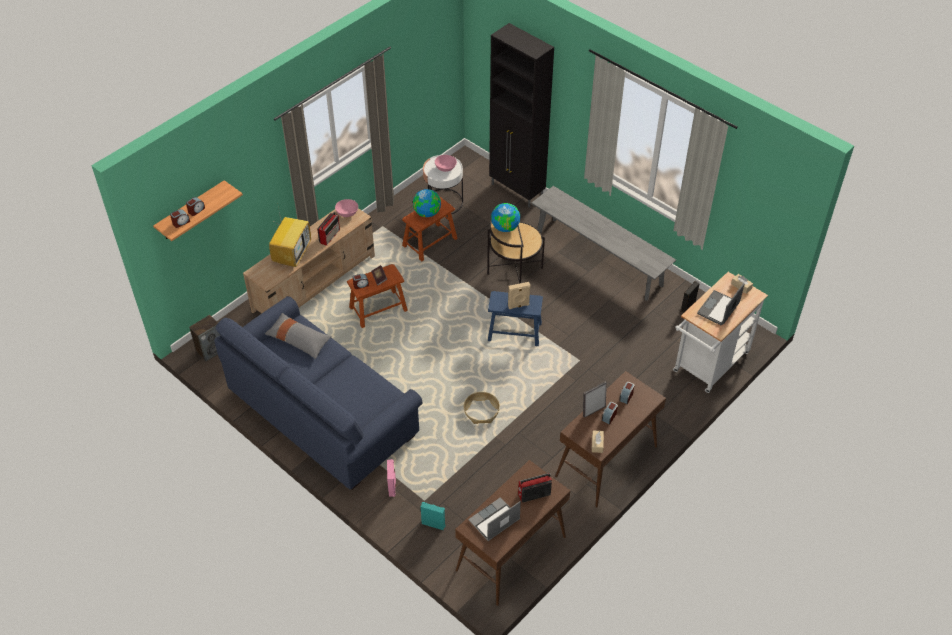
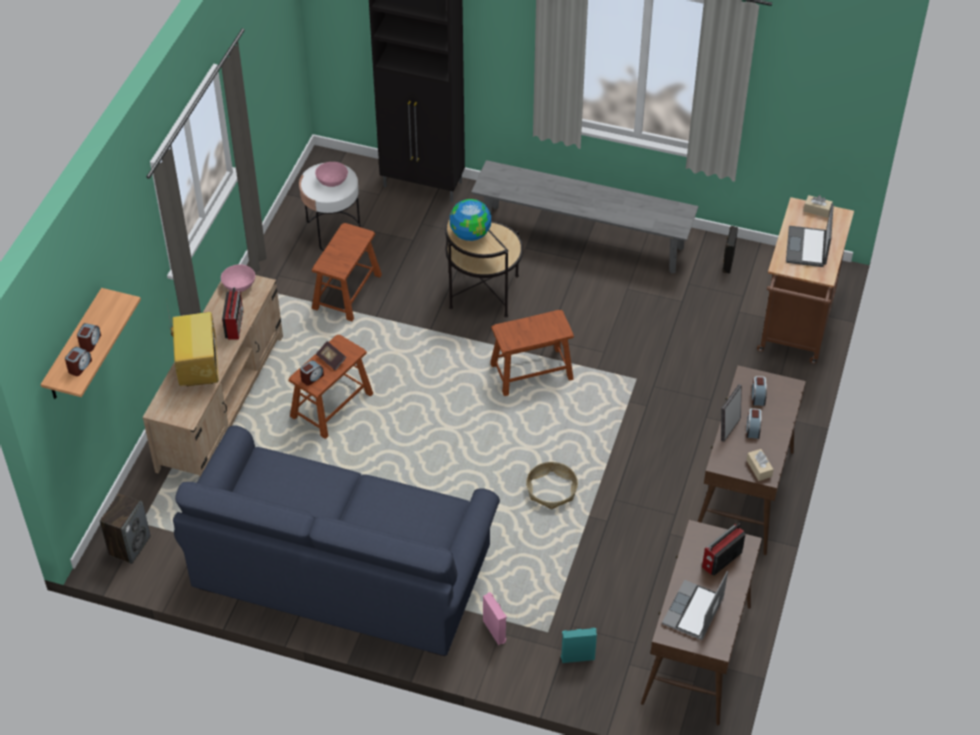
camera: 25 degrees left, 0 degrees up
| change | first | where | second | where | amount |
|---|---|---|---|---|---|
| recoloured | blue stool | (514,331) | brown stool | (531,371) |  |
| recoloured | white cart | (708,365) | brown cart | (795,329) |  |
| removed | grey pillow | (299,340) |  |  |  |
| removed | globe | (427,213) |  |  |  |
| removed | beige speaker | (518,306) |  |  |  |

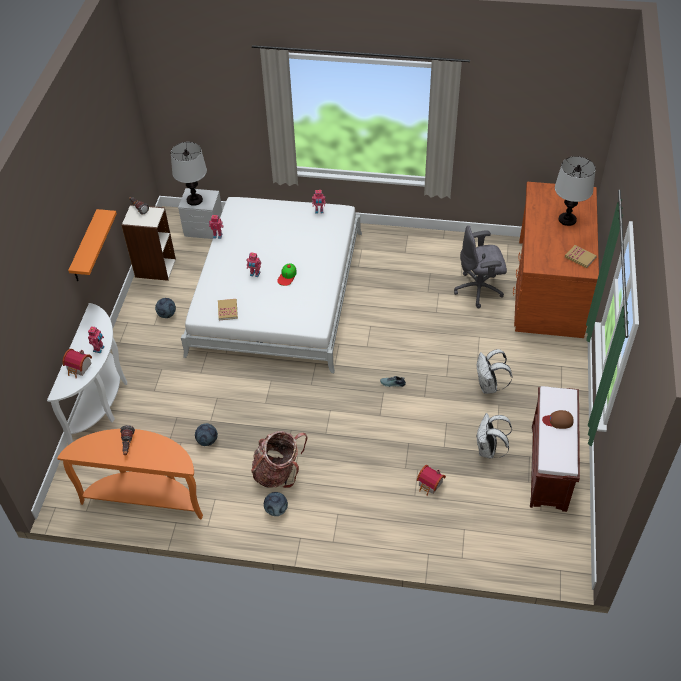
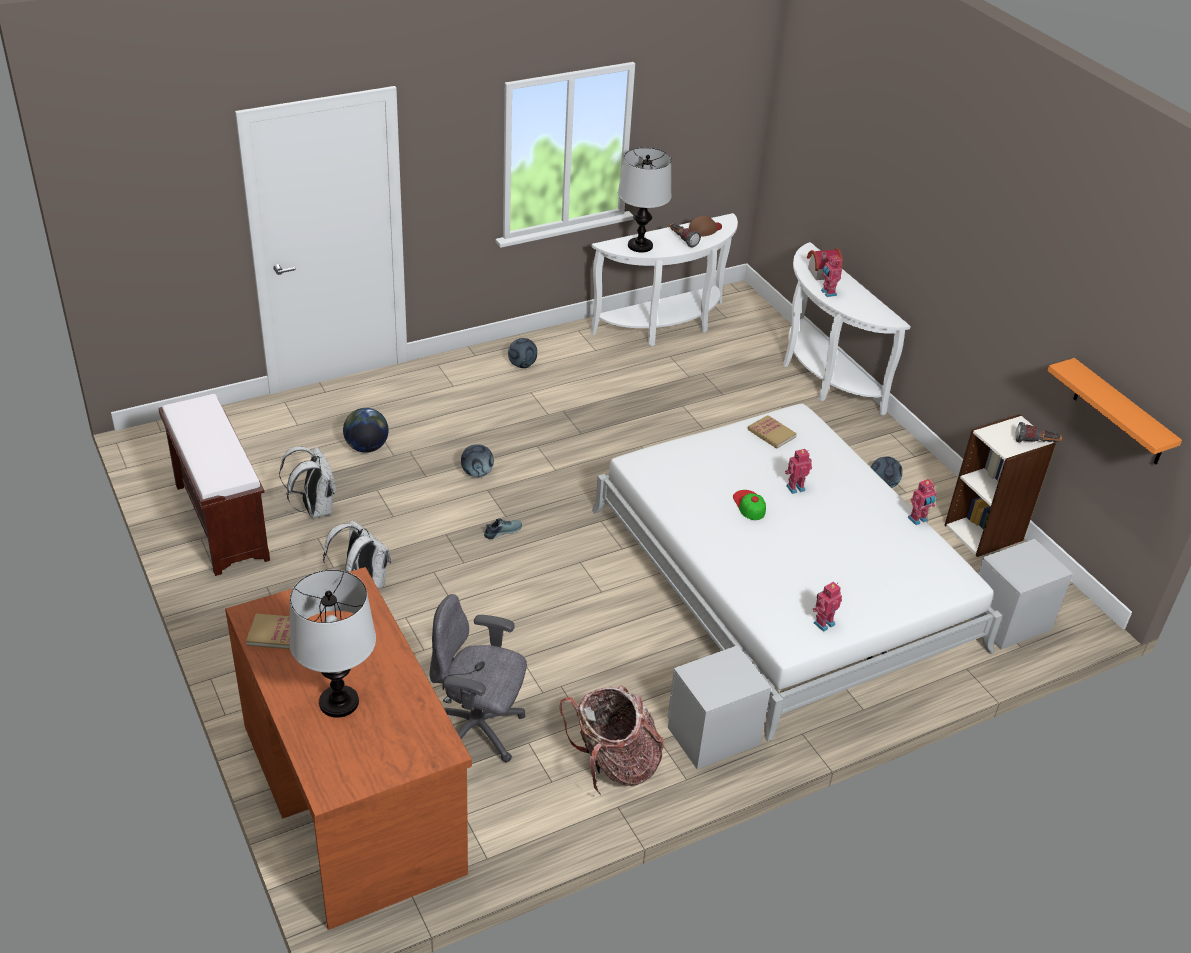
camera: 140 degrees right, 10 degrees down
| change | first | where | second | where | amount |
|---|---|---|---|---|---|
| replaced | toy house | (430,485) | globe | (366,447) |  |
| turned | grey office chair | (479,290) |  | (477,731) | 120 degrees counterclockwise |
| moved | football | (207,441) |  | (477,473) |  |
| moved | backpack | (278,472) |  | (614,765) |  |
| recoloured | orange console table | (145,497) | white console table | (666,327) |  |
| moved | table lamp | (194,200) |  | (640,246) |  |
| added |  |  | grey nightstand | (713,735) |  |
| moved | brown cap | (558,421) |  | (705,229) |  |
| moved | orange shelf | (85,247) |  | (1120,414) |  |

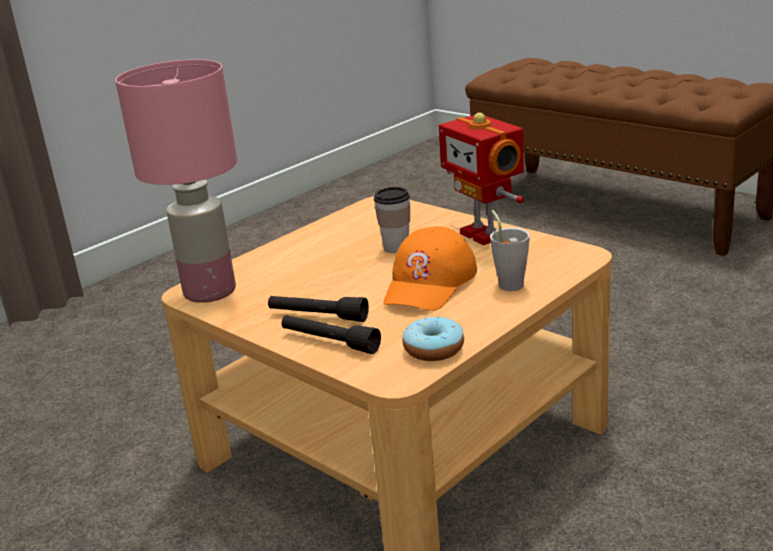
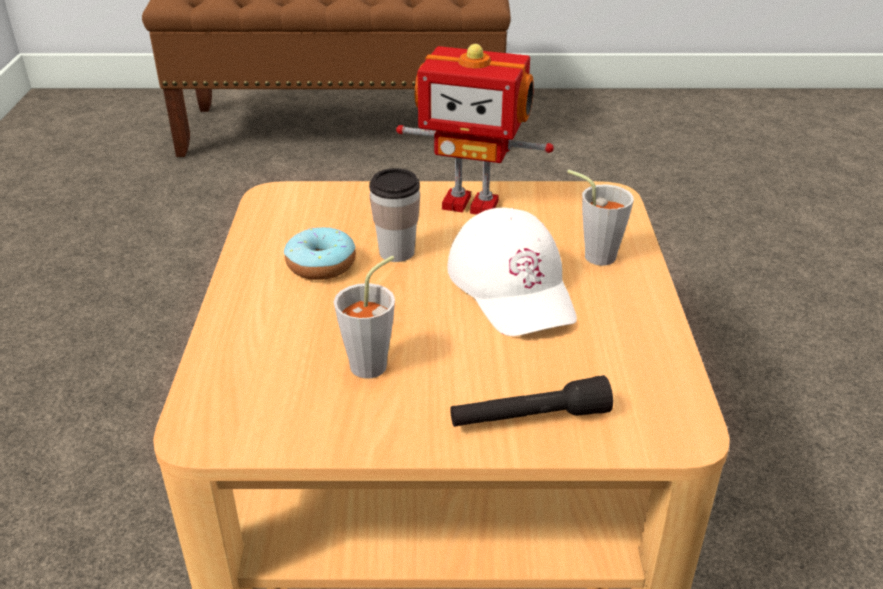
camera: 45 degrees left, 10 degrees up
| change | first | where | second | where | amount |
|---|---|---|---|---|---|
| moved | donut | (433,349) |  | (321,265) |  |
| added |  |  | grey cup | (375,362) |  |
| recoloured | orange cap | (430,283) | white cap | (513,286) |  |
| removed | pink table lamp | (208,292) |  |  |  |
| removed | black flashlight | (318,316) |  |  |  |

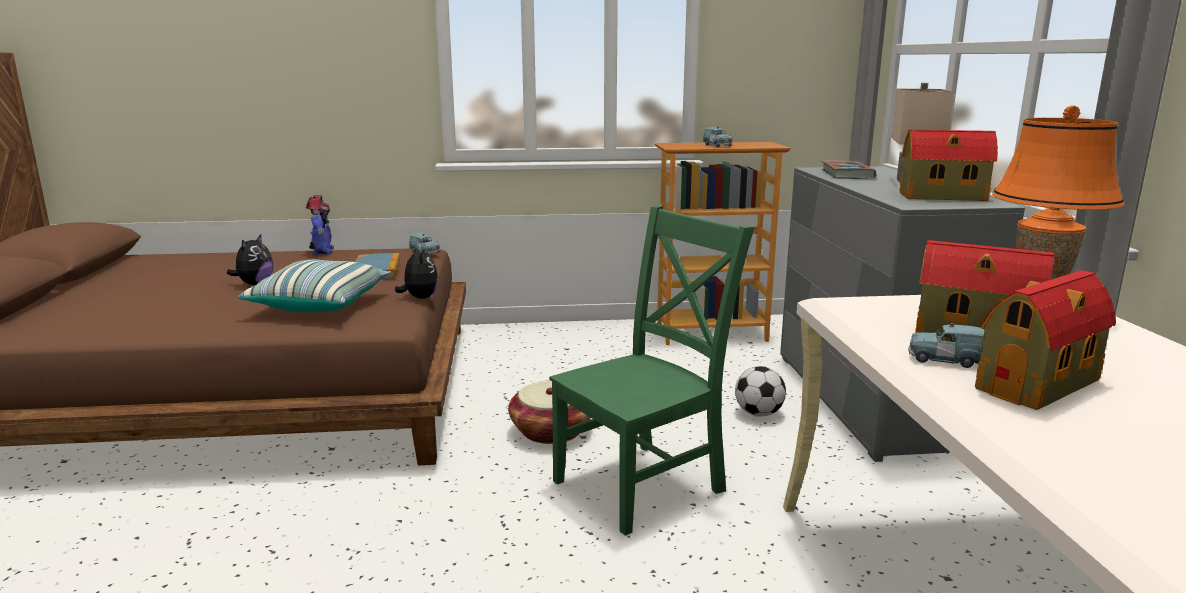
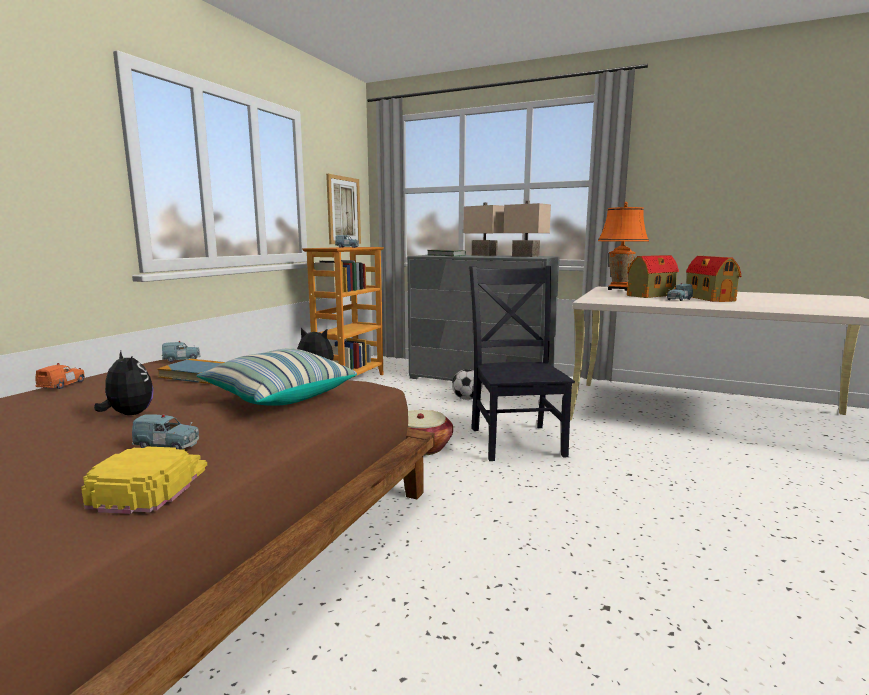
camera: 60 degrees left, 5 degrees down
| change | first | where | second | where | amount |
|---|---|---|---|---|---|
| replaced | toy robot | (322,252) | orange toy car | (62,385) |  |
| added |  |  | yellow cap | (151,484) |  |
| added |  |  | blue toy car | (168,446) |  |
| added |  |  | picture | (343,210) |  |
| recoloured | green chair | (644,484) | black chair | (516,440) |  |
| replaced | toy house | (940,196) | beige table lamp | (524,256) |  |

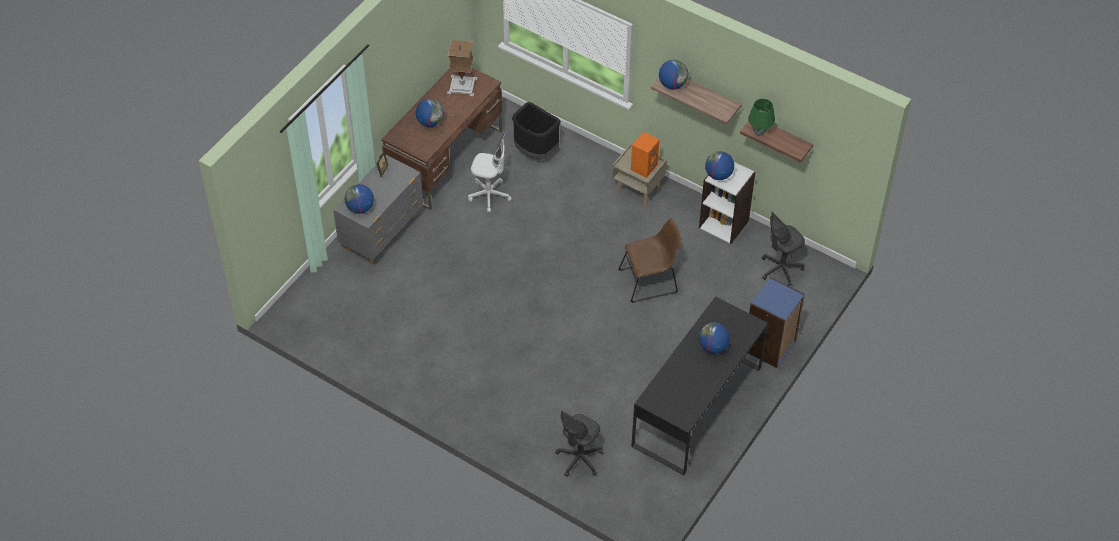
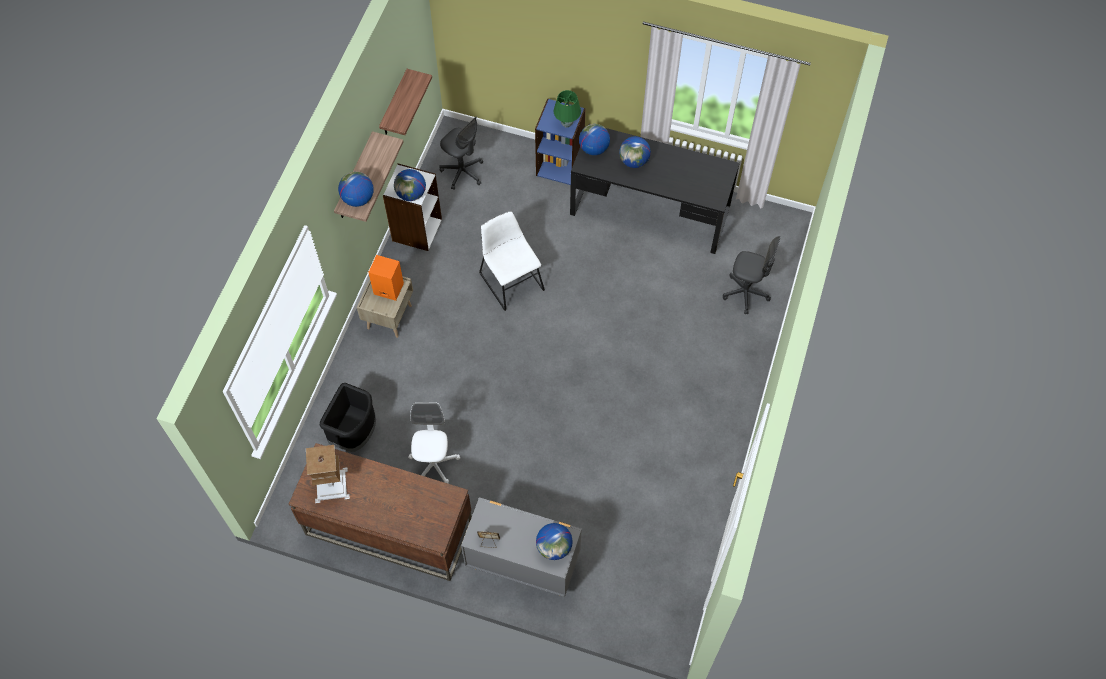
camera: 105 degrees left, 10 degrees up
| change | first | where | second | where | amount |
|---|---|---|---|---|---|
| recoloured | brown chair | (650,281) | white chair | (510,279) |  |
| moved | green table lamp | (759,133) |  | (567,124) |  |
| moved | globe | (430,122) |  | (593,149) |  |

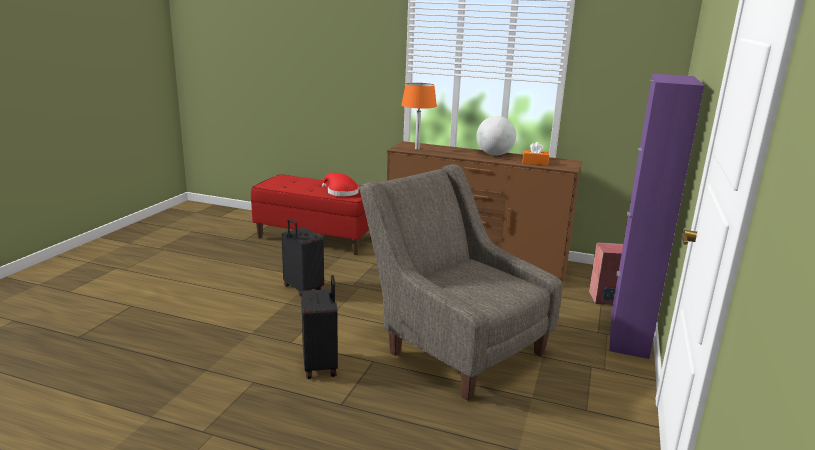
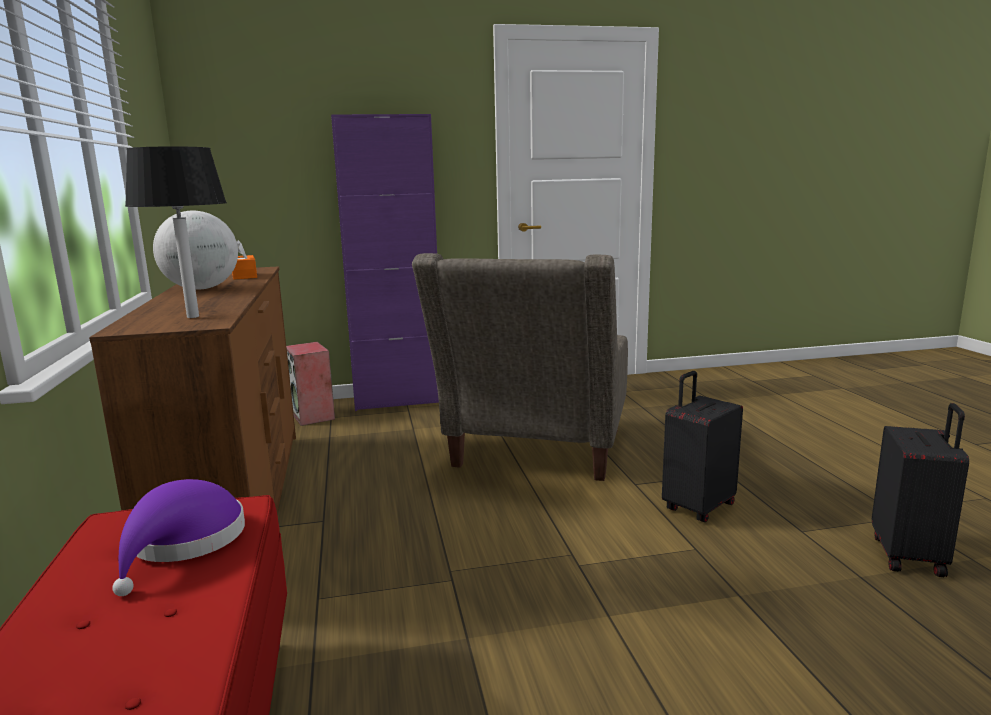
camera: 120 degrees left, 5 degrees down
| change | first | where | second | where | amount |
|---|---|---|---|---|---|
| recoloured | red hat | (340,192) | purple hat | (184,543) |  |
| recoloured | orange table lamp | (417,149) | black table lamp | (192,317) |  |
| moved | black suitcase | (302,289) |  | (910,556) |  |

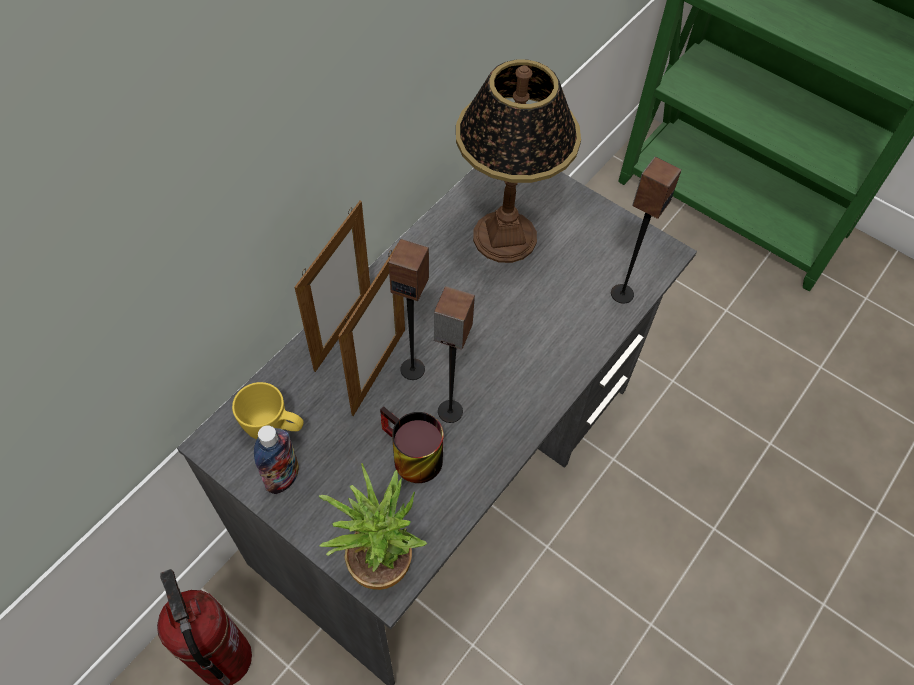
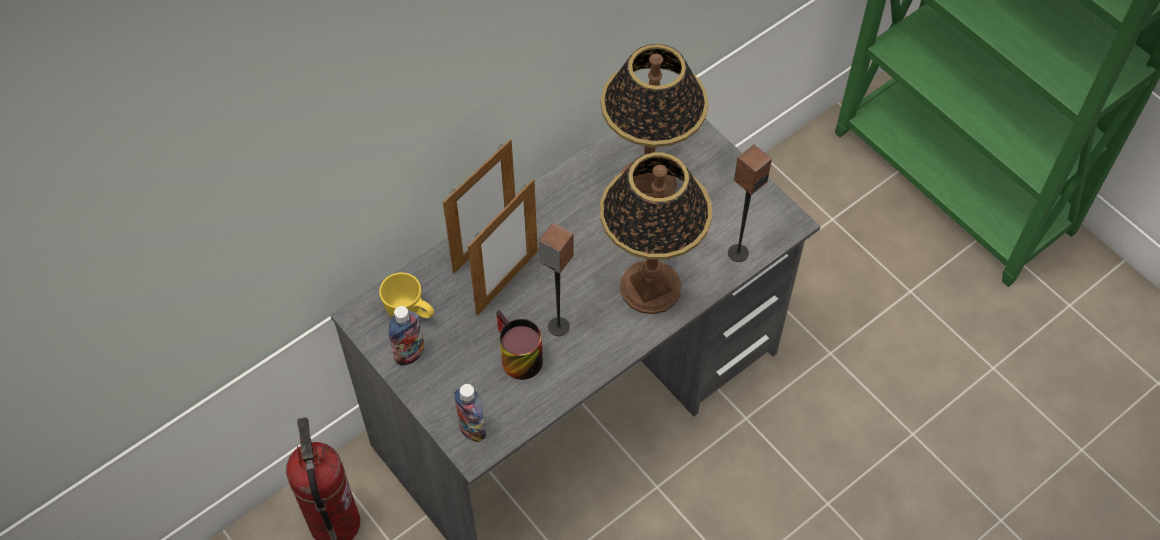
camera: 15 degrees right, 0 degrees up
| change | first | where | second | where | amount |
|---|---|---|---|---|---|
| replaced | potted plant | (378,557) | bottle | (472,429) |  |
| added |  |  | table lamp | (649,287) |  |
| removed | speaker | (413,369) |  |  |  |

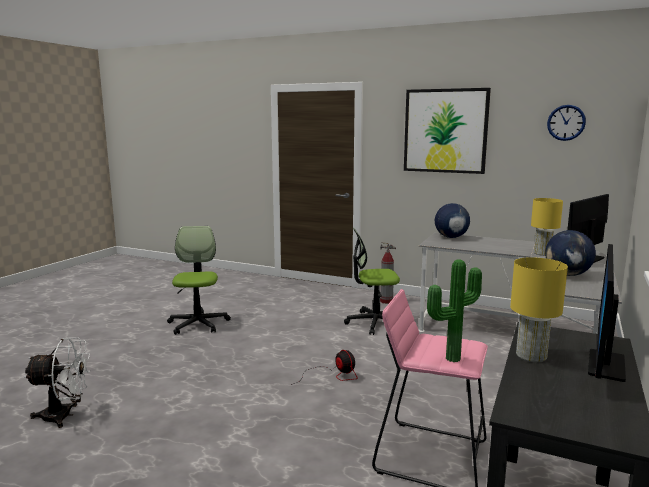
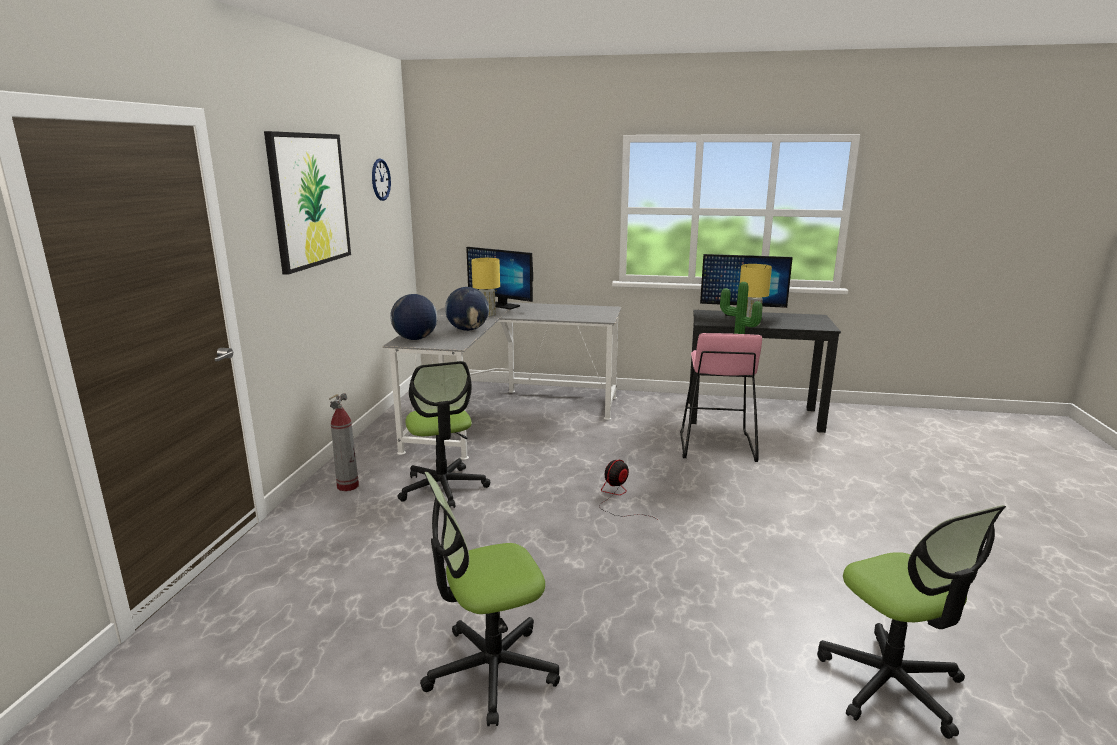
camera: 105 degrees left, 5 degrees up
| change | first | where | second | where | amount |
|---|---|---|---|---|---|
| moved | globe | (567,275) |  | (468,329) |  |
| replaced | white fan | (64,416) | office chair | (891,684) |  |

